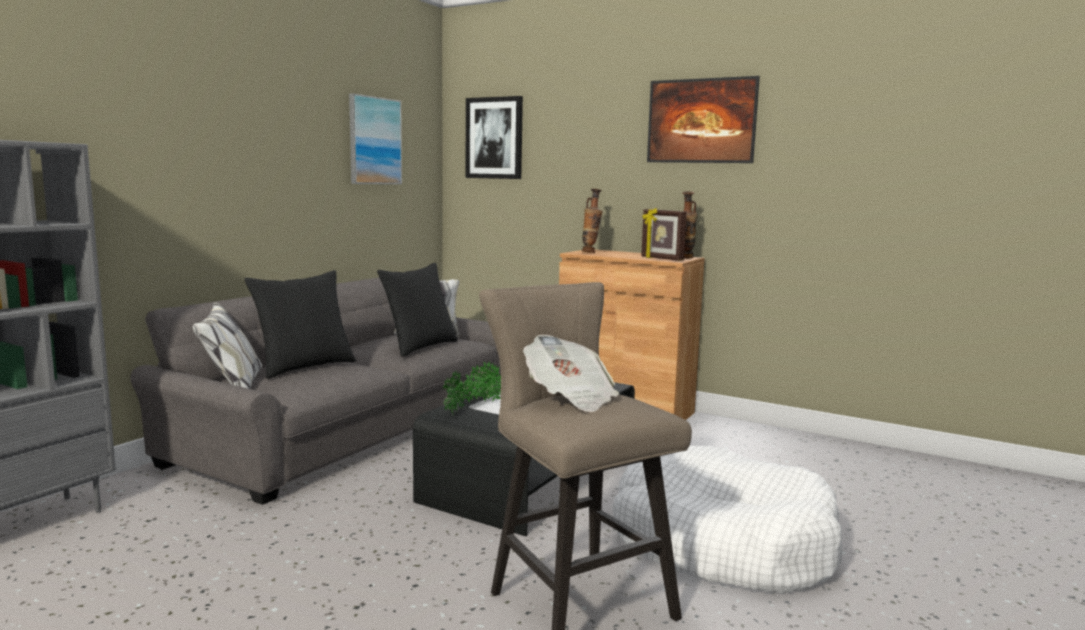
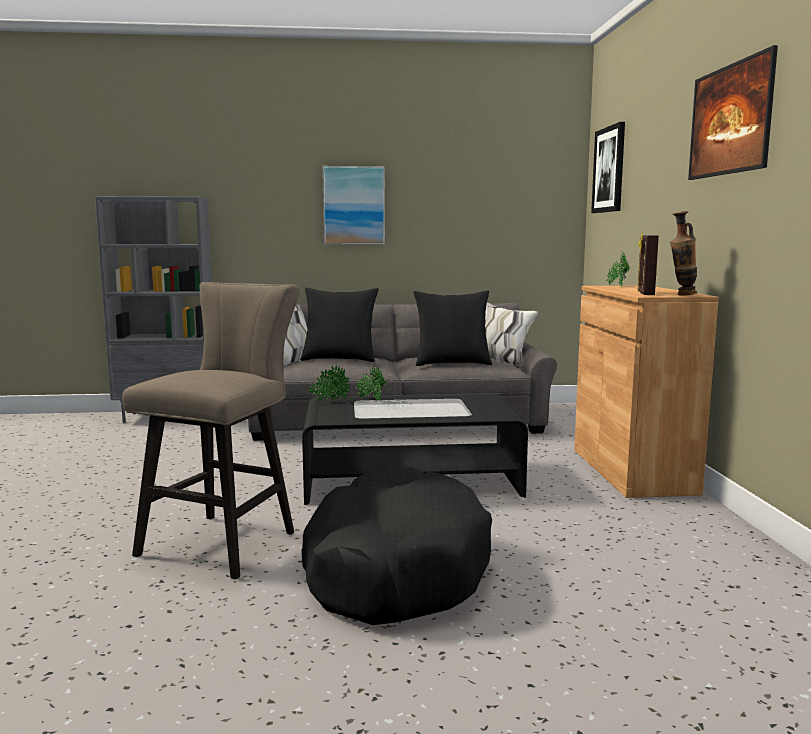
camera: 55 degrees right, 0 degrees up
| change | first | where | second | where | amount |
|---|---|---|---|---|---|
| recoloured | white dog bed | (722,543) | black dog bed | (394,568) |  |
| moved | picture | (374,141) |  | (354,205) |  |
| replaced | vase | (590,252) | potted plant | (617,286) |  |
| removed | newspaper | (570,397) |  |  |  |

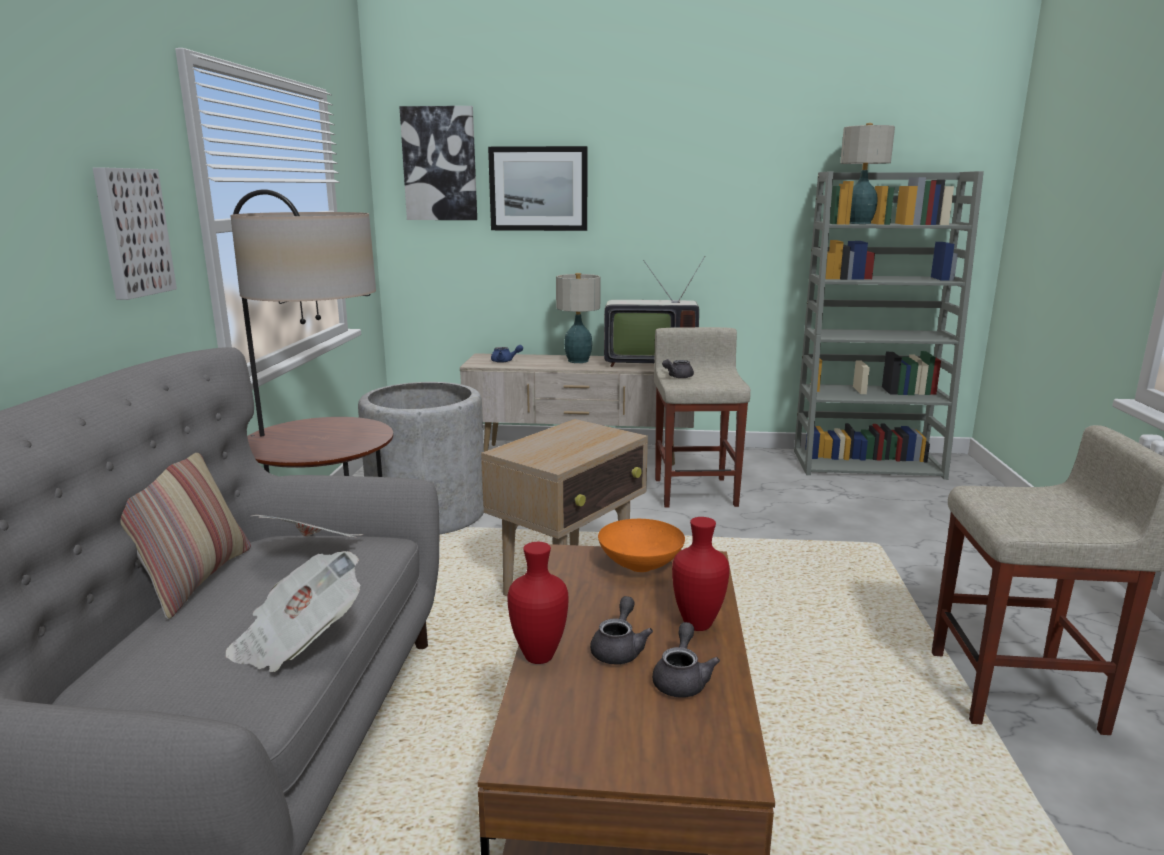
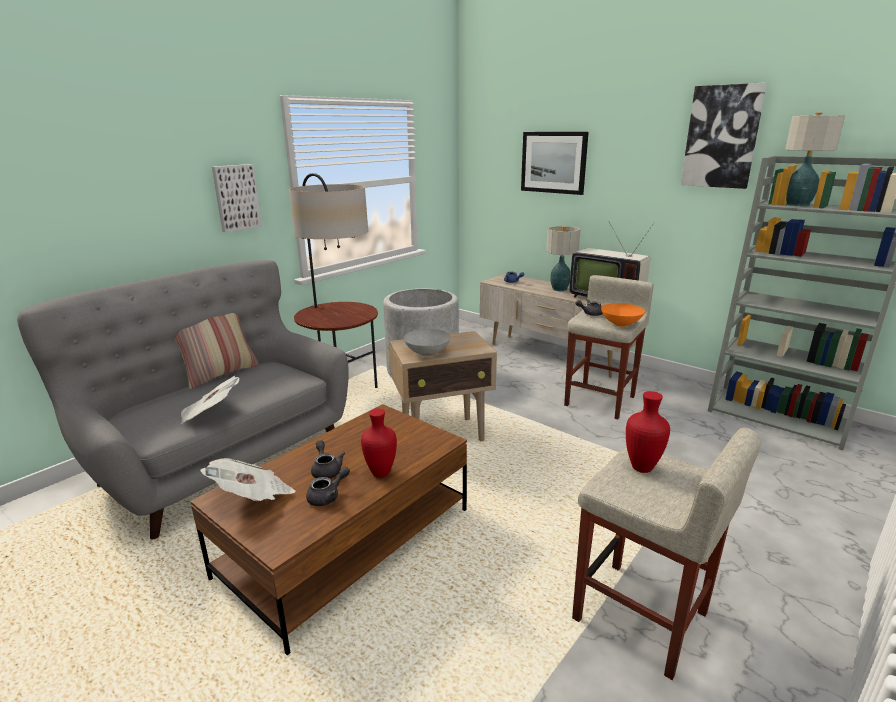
camera: 35 degrees right, 5 degrees up
| change | first | where | second | where | amount |
|---|---|---|---|---|---|
| moved | newspaper | (314,552) |  | (253,497) |  |
| turned | grey teapot | (619,649) |  | (326,470) | 75 degrees counterclockwise |
| added |  |  | grey bowl | (427,353) |  |
| moved | orange bowl | (641,566) |  | (621,324) |  |
| moved | red vase | (540,655) |  | (643,467) |  |
| moved | picture | (440,164) |  | (721,137) |  |

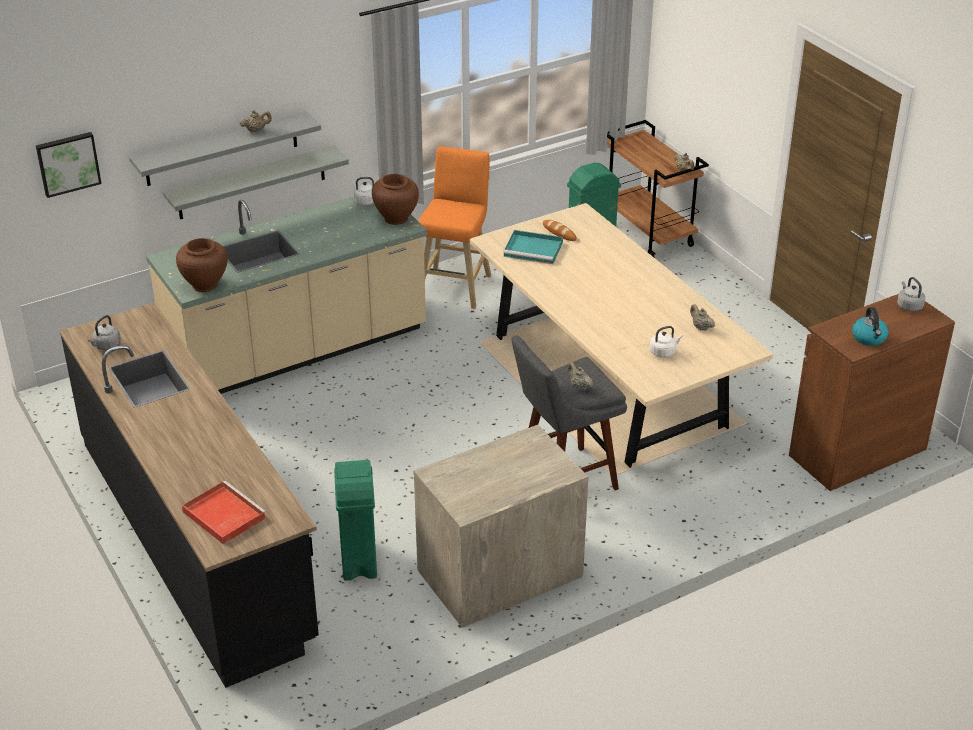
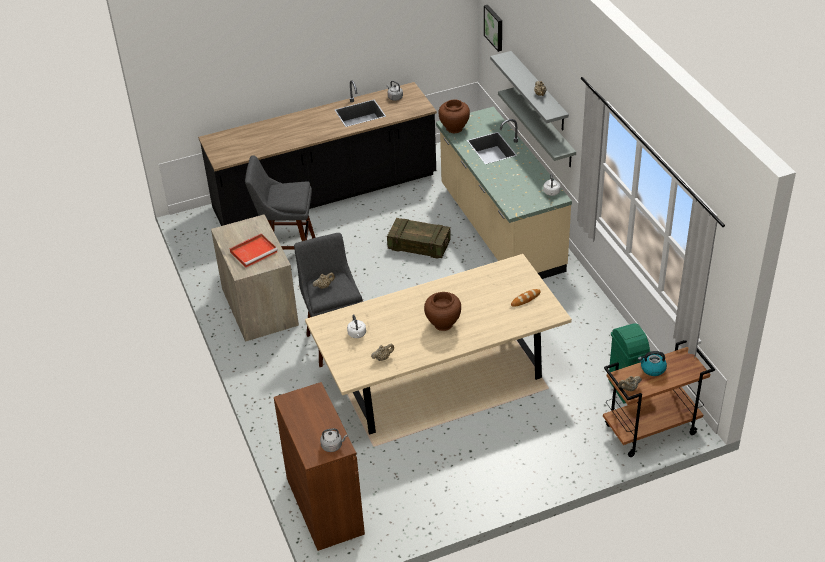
camera: 100 degrees right, 5 degrees up
| change | first | where | second | where | amount |
|---|---|---|---|---|---|
| moved | red tray | (222,514) |  | (254,251) |  |
| replaced | green trash can | (359,561) | grey stool | (287,252) |  |
| added |  |  | crate | (419,246) |  |
| moved | brown vase | (396,218) |  | (443,324) |  |
| moved | kettle | (869,338) |  | (652,369) |  |
| removed | orange stool | (455,286) |  |  |  |
| removed | turquoise tray | (534,249) |  |  |  |

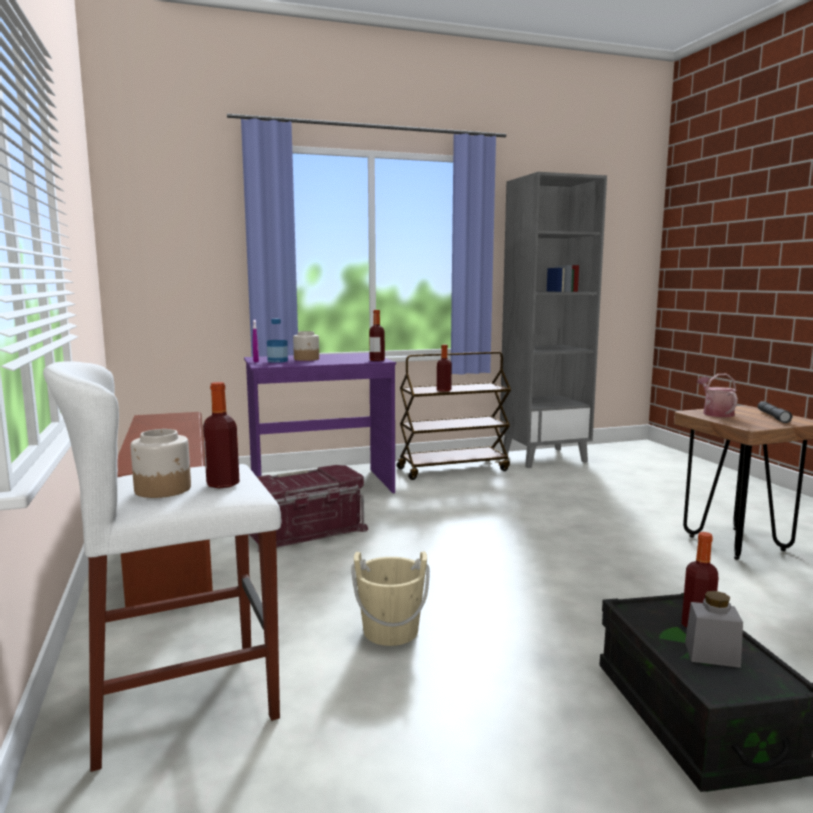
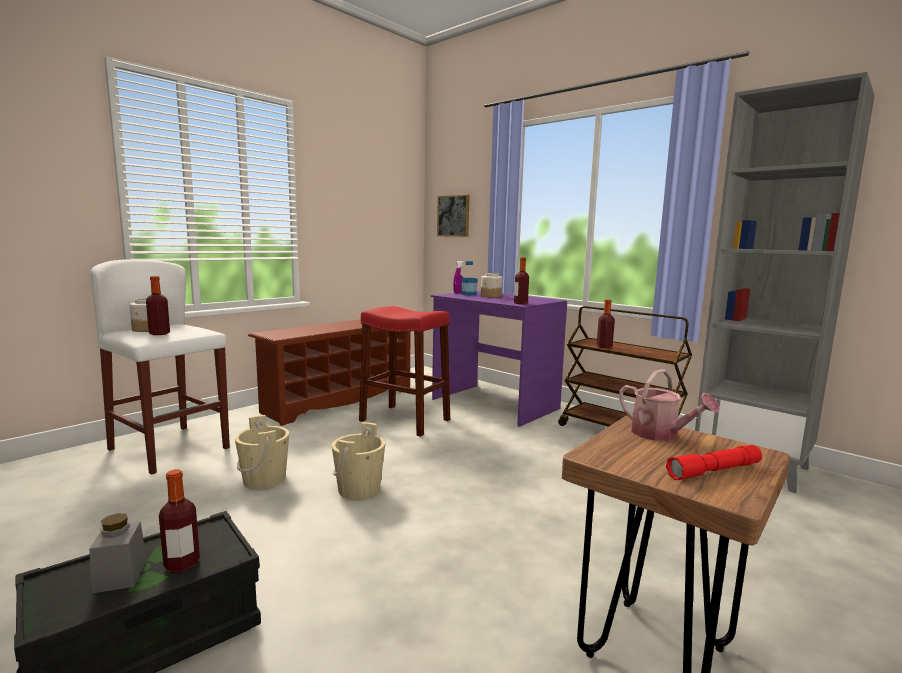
camera: 60 degrees right, 0 degrees up
| change | first | where | second | where | amount |
|---|---|---|---|---|---|
| added |  |  | beige bucket | (359,489) |  |
| replaced | red storage box | (306,531) | red stool | (404,420) |  |
| added |  |  | picture | (453,216) |  |
| turned | watering can | (715,413) |  | (660,435) | 90 degrees clockwise |
| recoloured | grey flashlight | (773,417) | red flashlight | (714,471) |  |

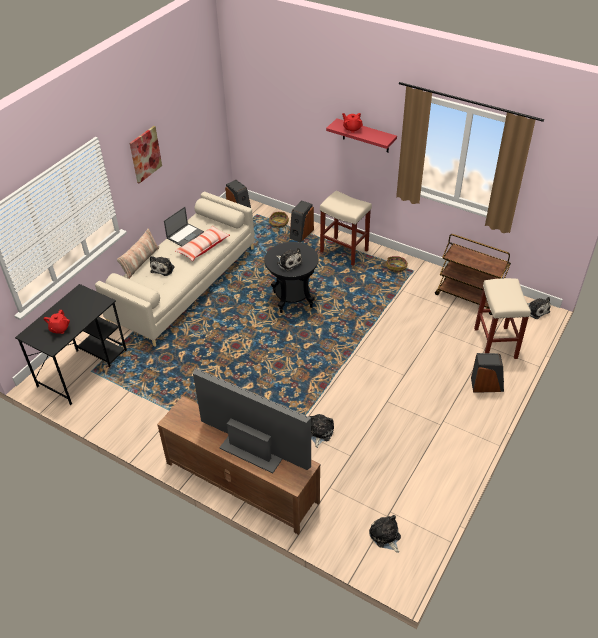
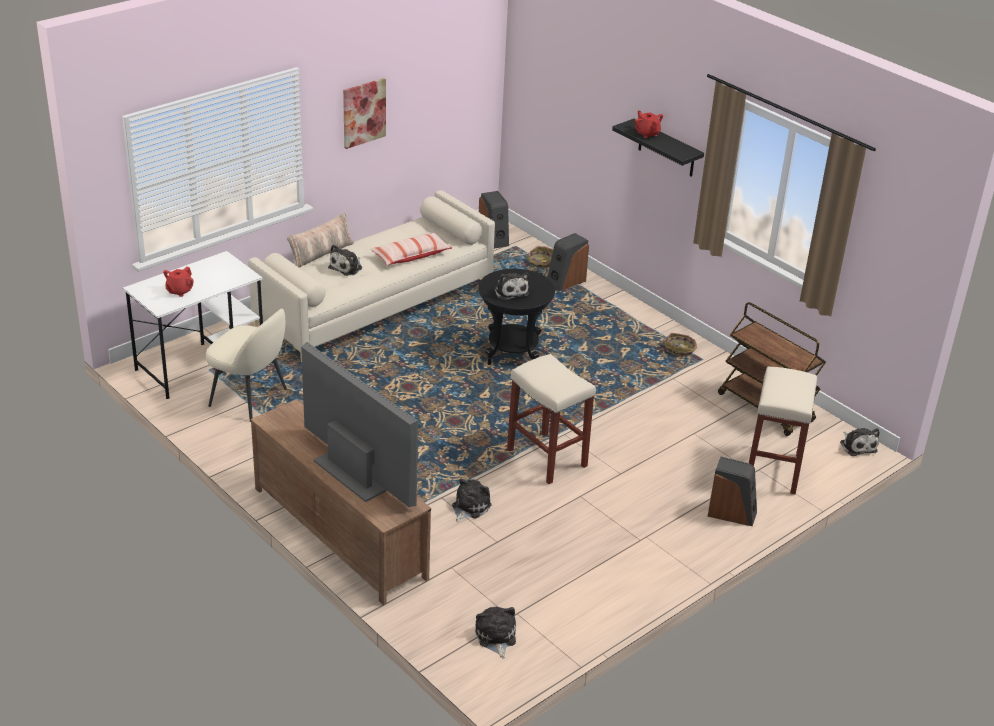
camera: 15 degrees right, 10 degrees down
| change | first | where | second | where | amount |
|---|---|---|---|---|---|
| recoloured | black desk | (83,368) | white desk | (201,364) |  |
| added |  |  | beige chair | (250,398) |  |
| moved | beige stool | (343,251) |  | (545,458) |  |
| recoloured | red shelf | (366,136) | black shelf | (666,149) |  |
| removed | laptop | (185,235) |  |  |  |

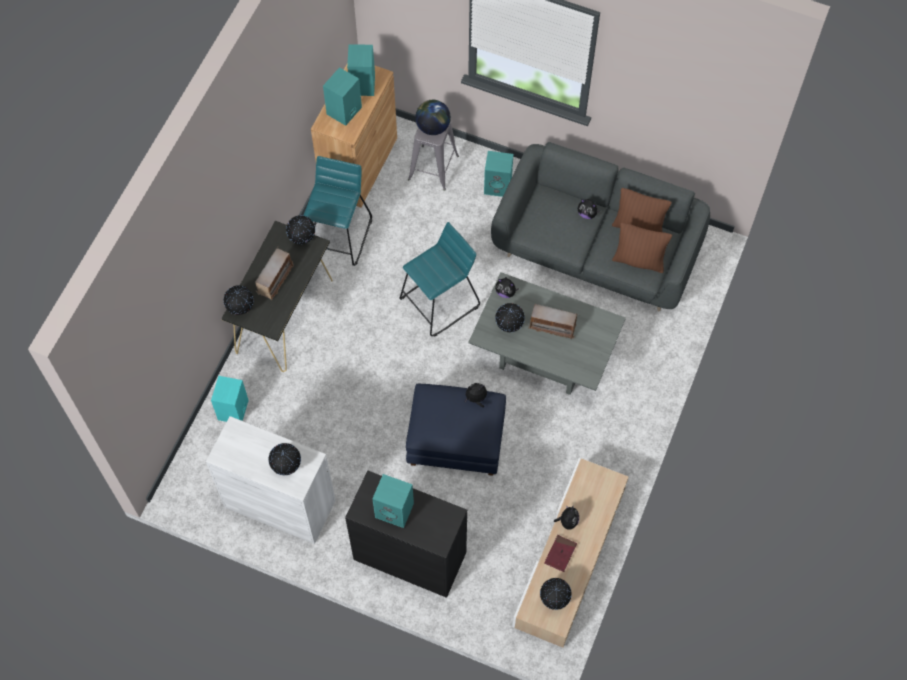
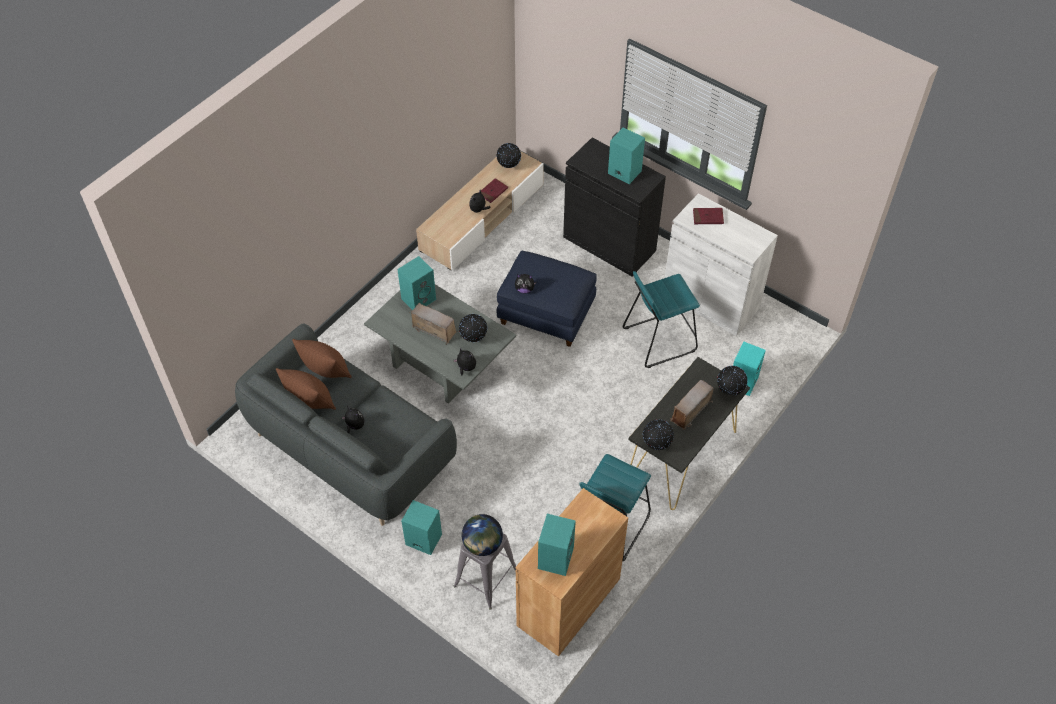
camera: 165 degrees left, 10 degrees down
| change | first | where | second | where | amount |
|---|---|---|---|---|---|
| moved | turquoise speaker | (344,111) |  | (419,298) |  |
| moved | turquoise stool | (440,302) |  | (659,339) |  |
| replaced | globe | (286,467) | red book | (708,217) |  |

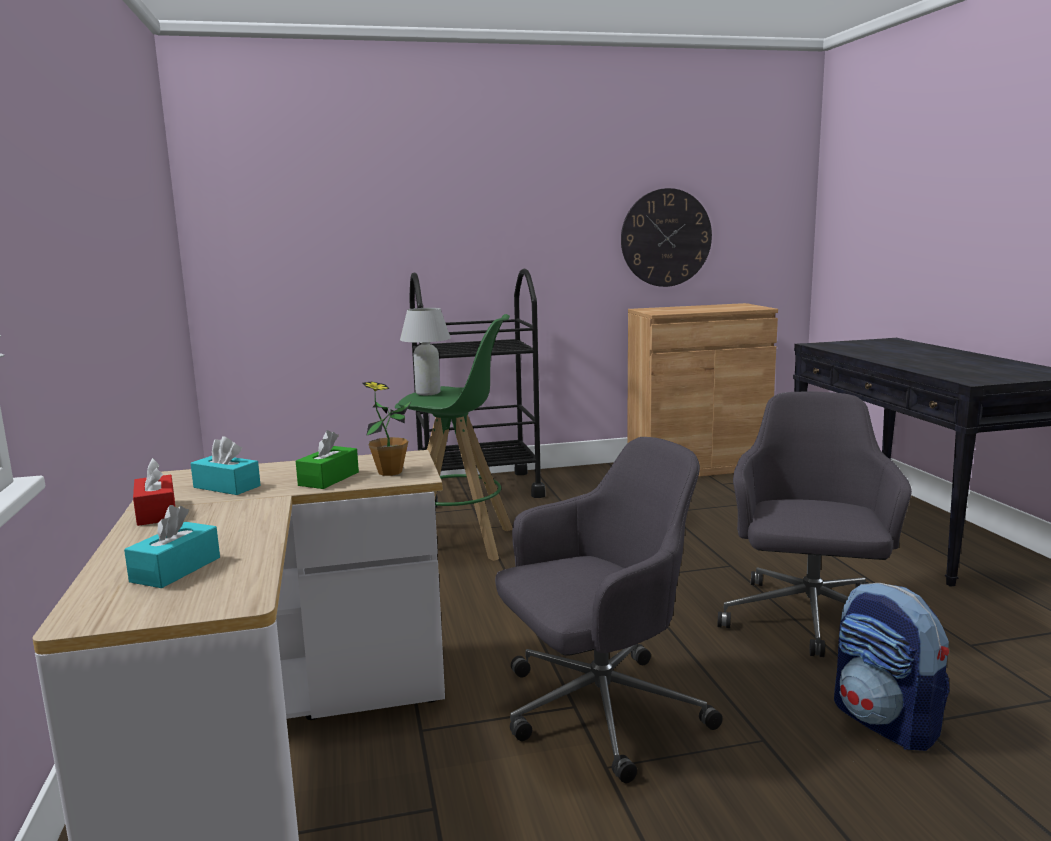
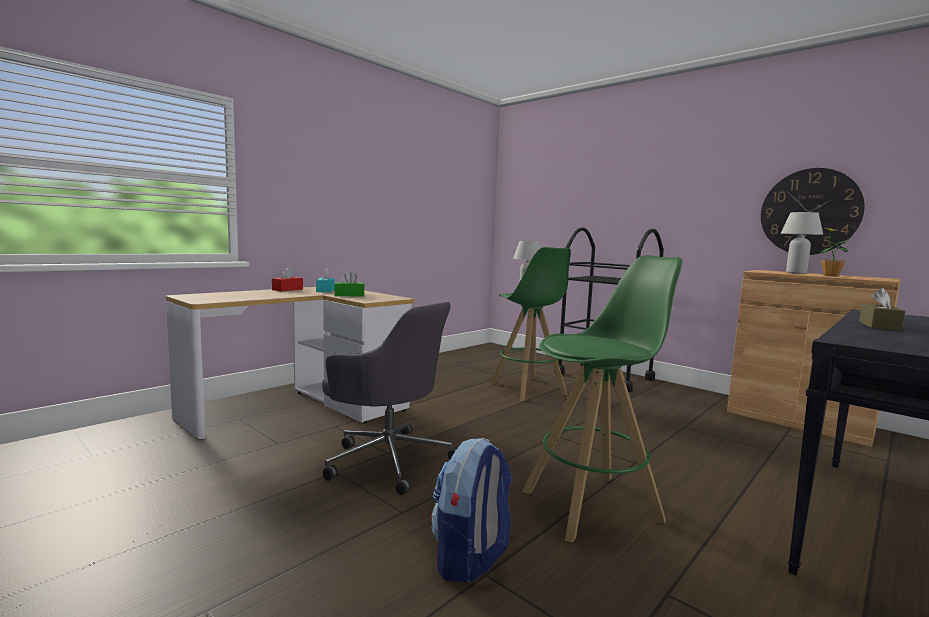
camera: 55 degrees right, 5 degrees down
| change | first | where | second | where | amount |
|---|---|---|---|---|---|
| replaced | grey office chair | (808,620) | green stool | (592,505) |  |
| added |  |  | white table lamp | (796,273) |  |
| moved | potted plant | (390,472) |  | (830,276) |  |
| added |  |  | brown tissue box | (879,326) |  |
| removed | turquoise tissue box | (176,569) |  |  |  |

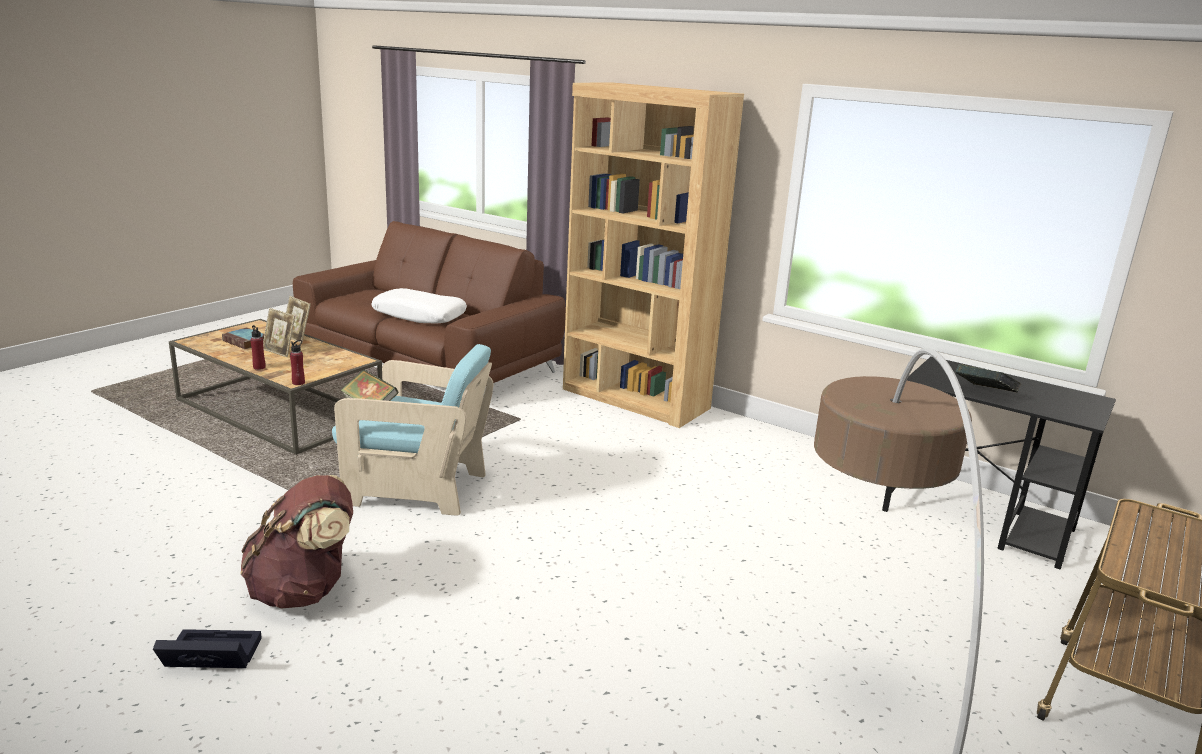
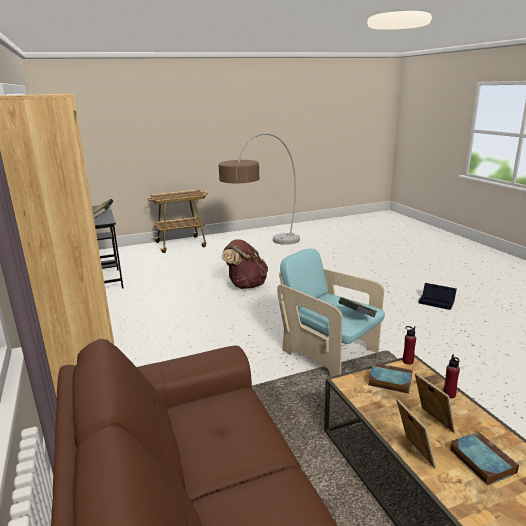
camera: 145 degrees left, 0 degrees up
| change | first | where | second | where | amount |
|---|---|---|---|---|---|
| moved | brown backpack | (304,591) |  | (245,285) |  |
| added |  |  | book | (389,381) |  |
| removed | white pillow | (420,315) |  |  |  |

